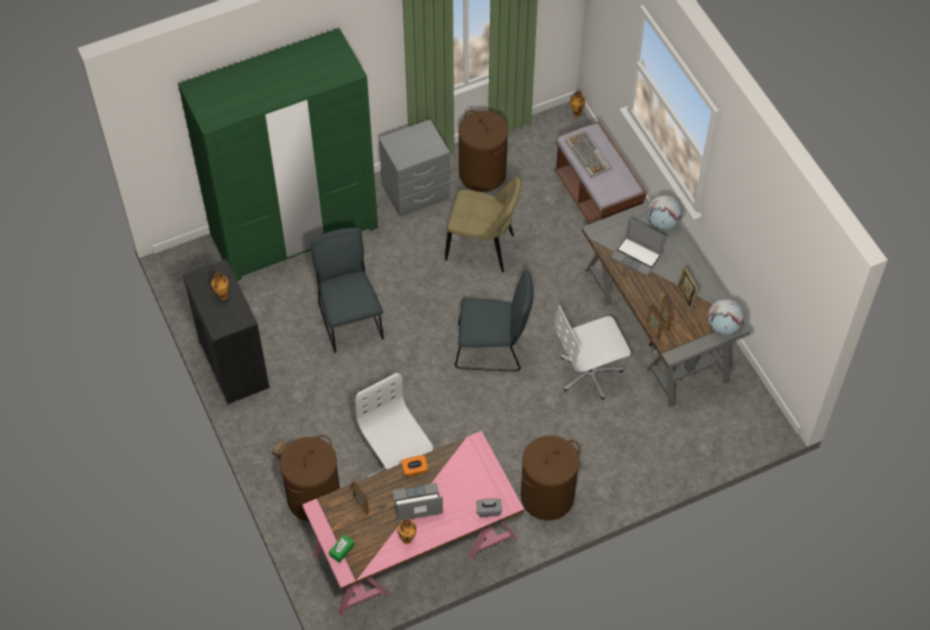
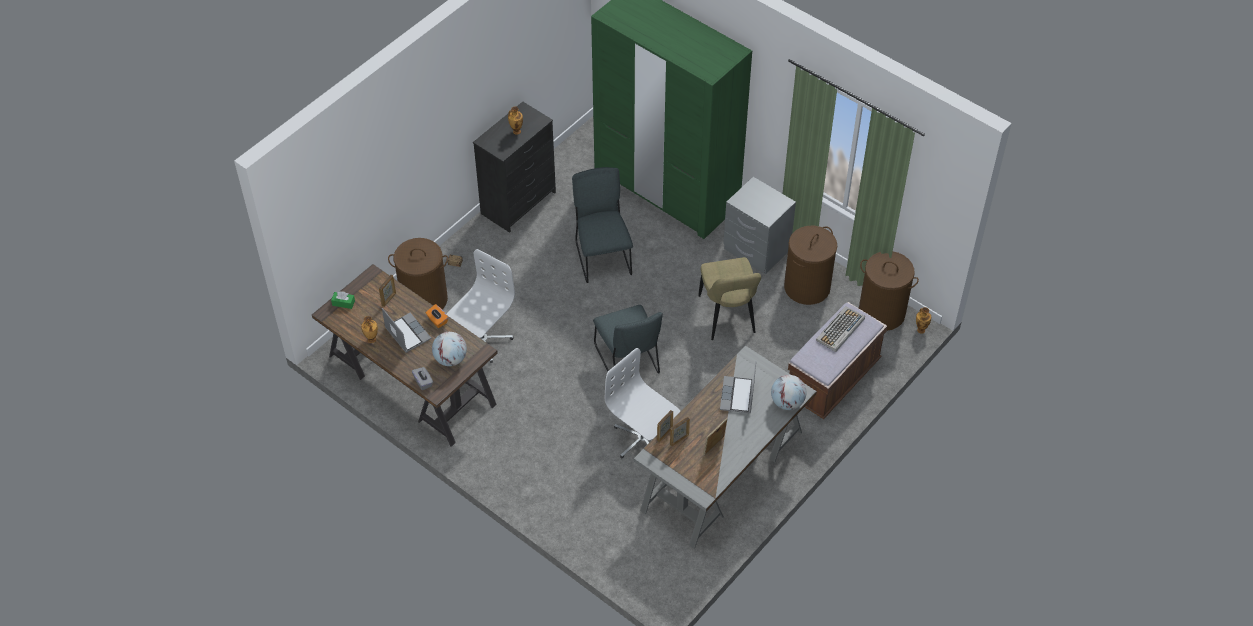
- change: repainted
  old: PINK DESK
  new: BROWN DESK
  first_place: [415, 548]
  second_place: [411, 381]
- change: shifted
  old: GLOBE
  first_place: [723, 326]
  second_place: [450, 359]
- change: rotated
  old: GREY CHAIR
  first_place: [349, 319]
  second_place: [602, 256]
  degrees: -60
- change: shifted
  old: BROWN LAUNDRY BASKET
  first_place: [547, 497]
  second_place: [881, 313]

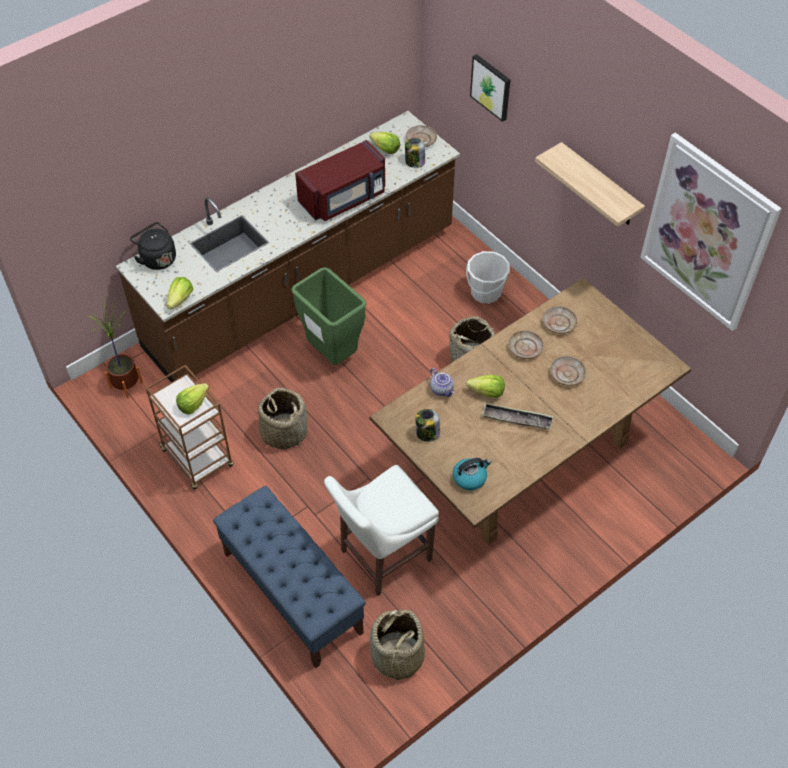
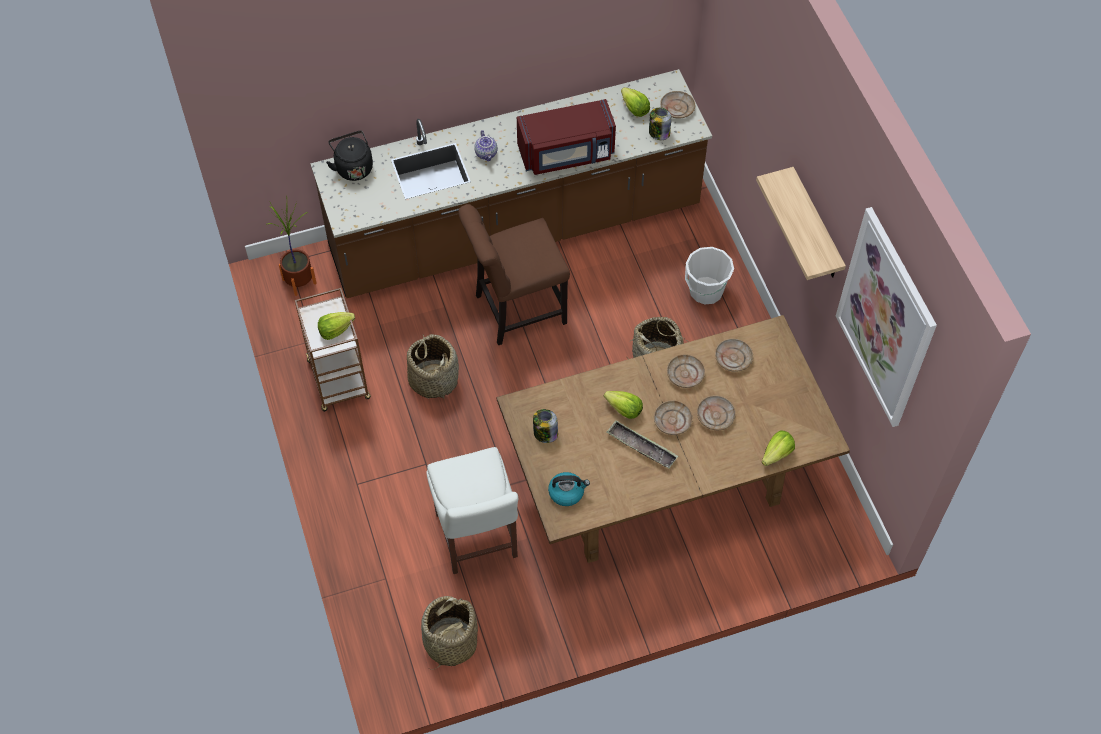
- change: rotated
  old: WHITE CHAIR
  first_place: [382, 557]
  second_place: [477, 539]
  degrees: -90
- change: swapped
  old: GREEN TRASH CAN
  new: BROWN CHAIR
  first_place: [332, 354]
  second_place: [515, 310]
- change: shifted
  old: TEAPOT
  first_place: [442, 389]
  second_place: [486, 153]
- change: new
  new: BEIGE PLATE
  second_place: [672, 421]
- change: shifted
  old: LETTUCE
  first_place: [180, 299]
  second_place: [777, 454]
- change: gone
  old: BLUE BENCH
  first_place: [292, 592]
- change: gone
  old: PICTURE
  first_place: [491, 87]

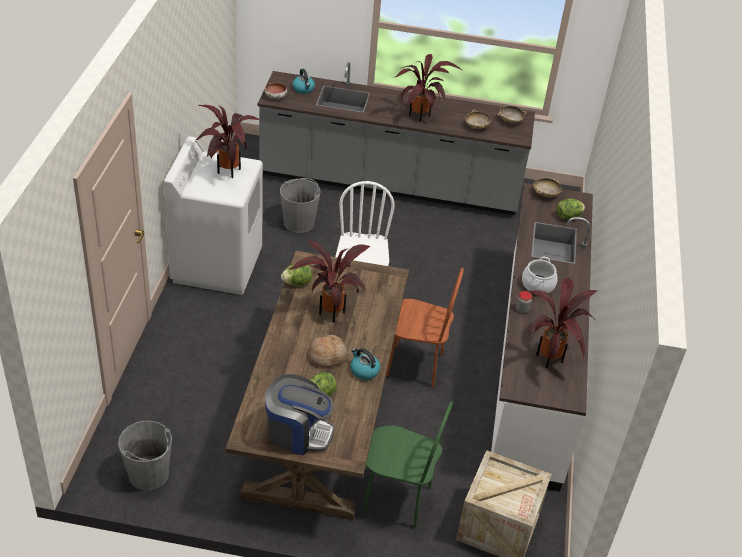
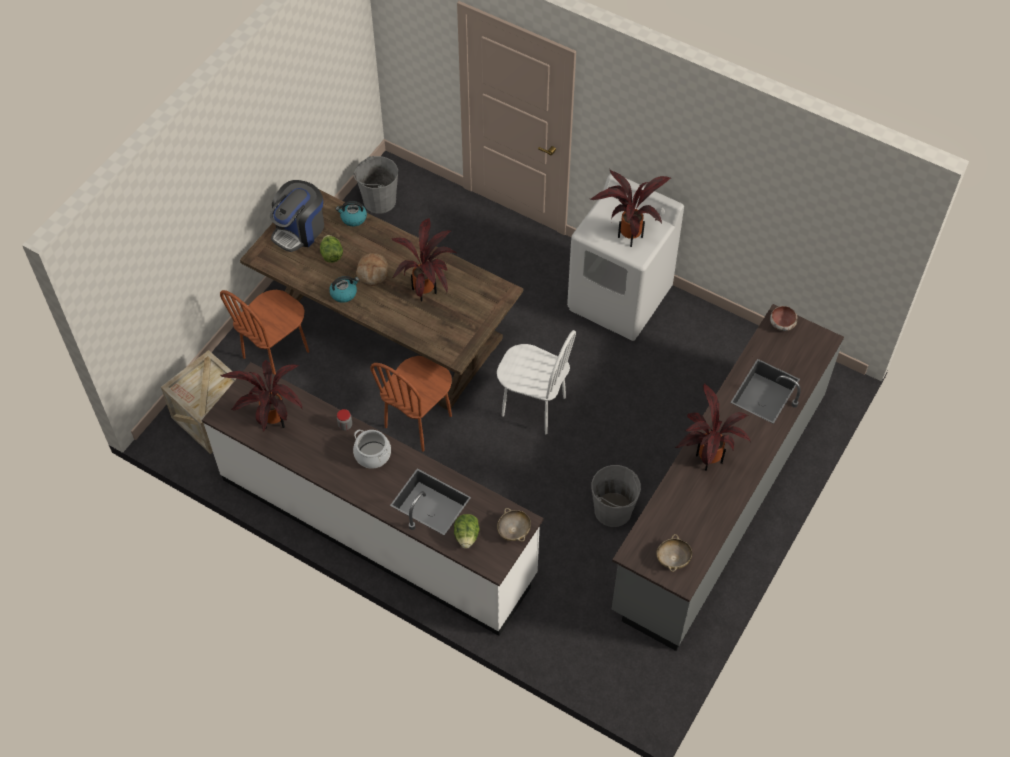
- change: repainted
  old: GREEN CHAIR
  new: BROWN CHAIR
  first_place: [397, 499]
  second_place: [276, 355]
- change: shifted
  old: KETTLE
  first_place: [303, 89]
  second_place: [353, 218]
- change: shifted
  old: GREY BUCKET
  first_place: [299, 223]
  second_place: [613, 510]
- change: gone
  old: LETTUCE
  first_place: [297, 283]
- change: gone
  old: BEIGE BOWL
  first_place: [476, 127]

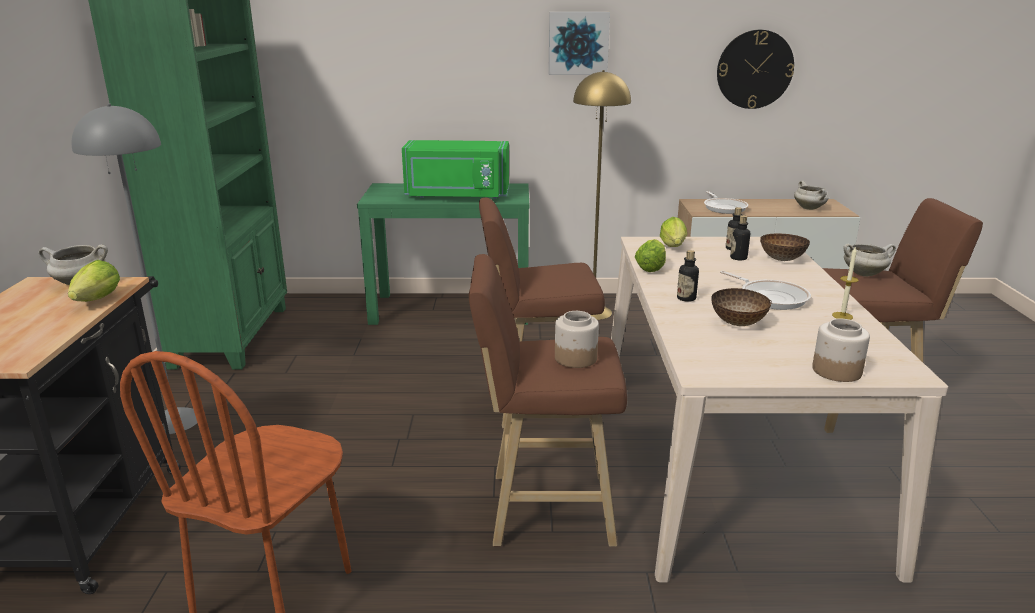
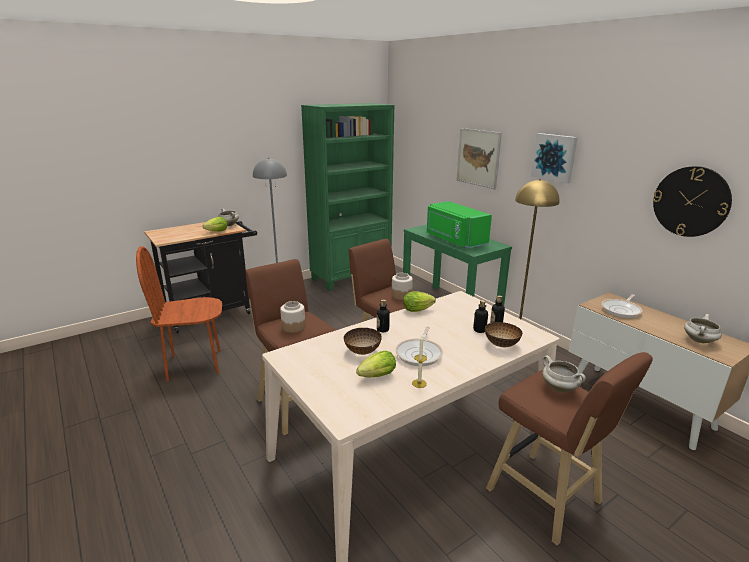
- change: shifted
  old: LETTUCE
  first_place: [673, 247]
  second_place: [375, 377]
- change: shifted
  old: JAR
  first_place: [836, 371]
  second_place: [401, 295]
- change: new
  new: PICTURE
  second_place: [478, 158]

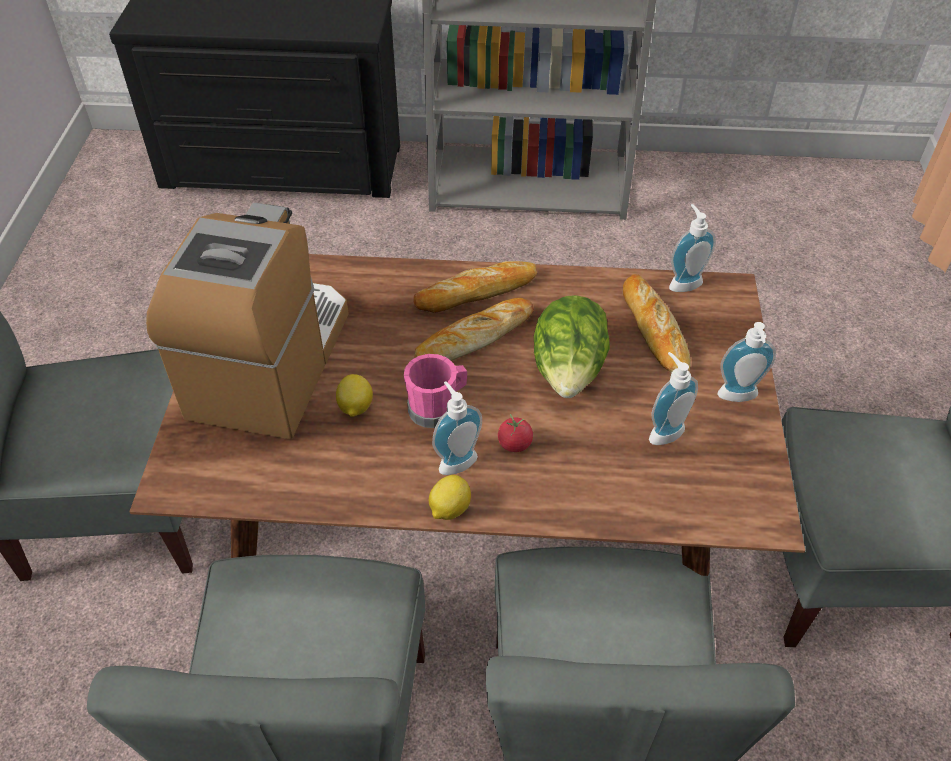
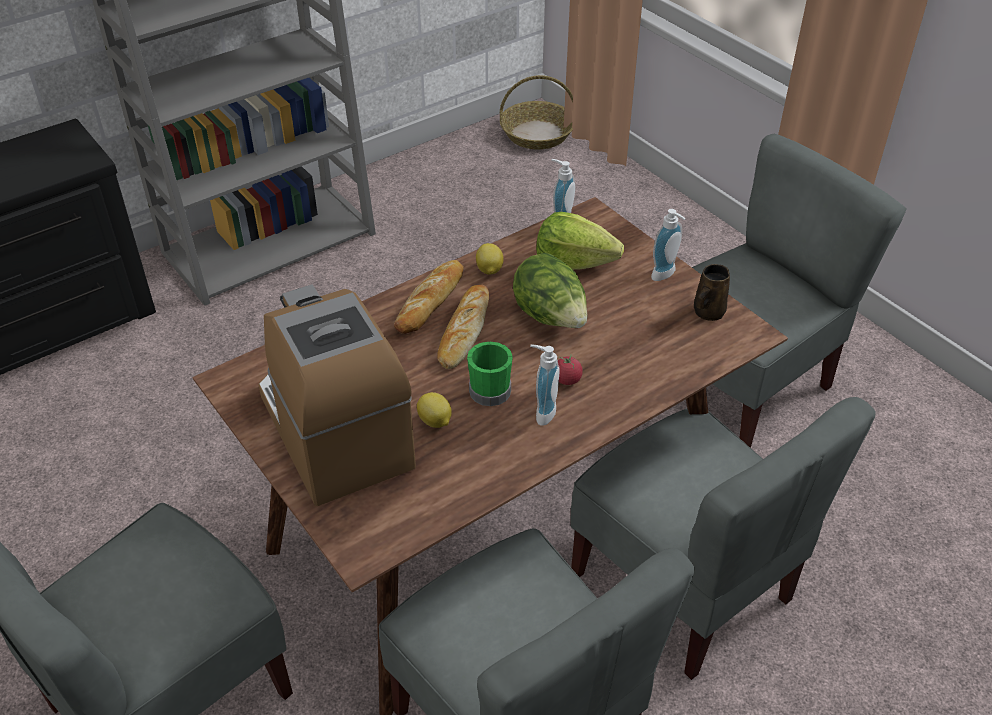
- change: repainted
  old: PINK MUG
  new: GREEN MUG
  first_place: [437, 407]
  second_place: [492, 388]
- change: shifted
  old: LEMON
  first_place: [449, 509]
  second_place: [489, 270]
- change: new
  new: BASKET
  second_place: [537, 134]
- change: swapped
  old: BREAD
  new: LETTUCE
  first_place: [654, 330]
  second_place: [574, 262]
- change: new
  new: BROWN MUG
  second_place: [707, 313]
- change: gone
  old: SOAP DISPENSER
  first_place: [663, 431]

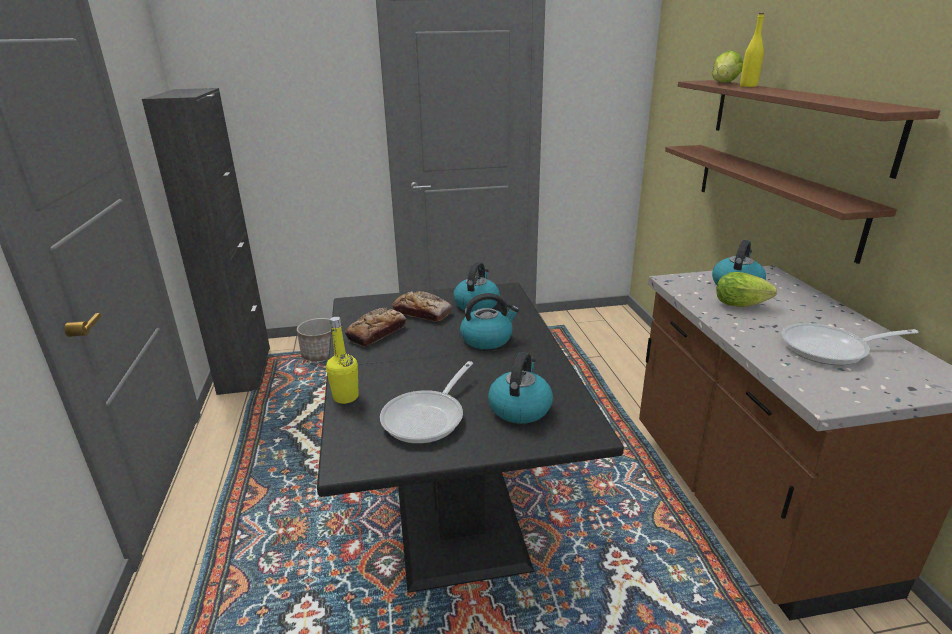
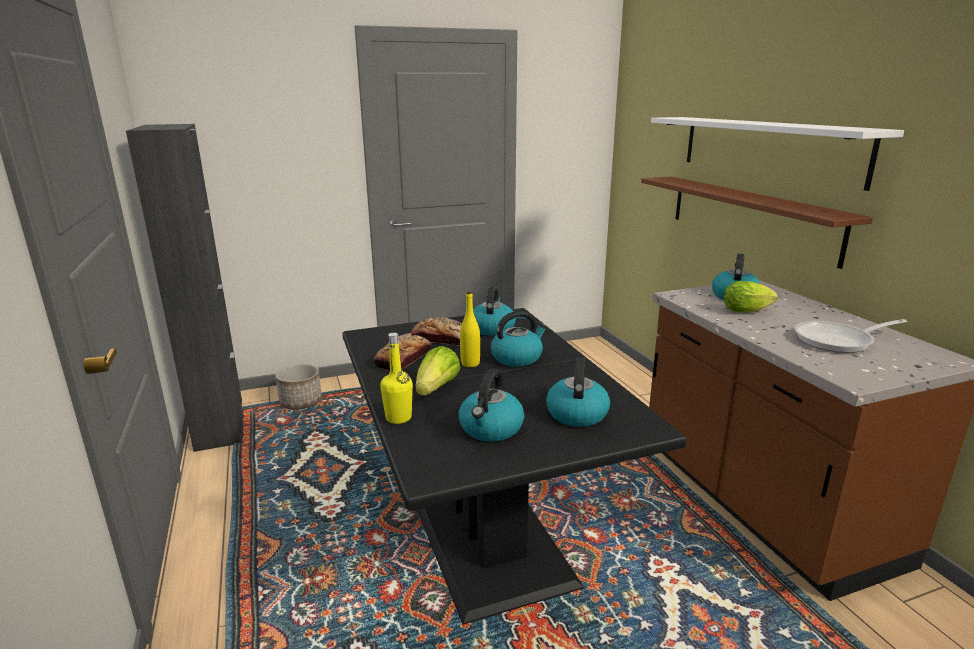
- change: shifted
  old: LETTUCE
  first_place: [724, 83]
  second_place: [437, 389]
- change: swapped
  old: FRYING PAN
  new: KETTLE
  first_place: [428, 417]
  second_place: [491, 429]
- change: shifted
  old: YELLOW BOTTLE
  first_place: [748, 86]
  second_place: [470, 363]
- change: repainted
  old: BROWN SHELF
  new: WHITE SHELF
  first_place: [794, 121]
  second_place: [767, 148]

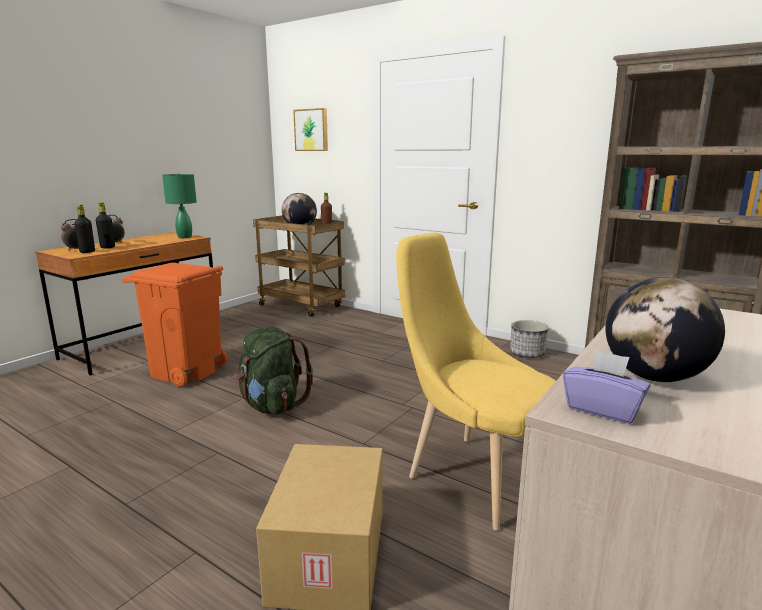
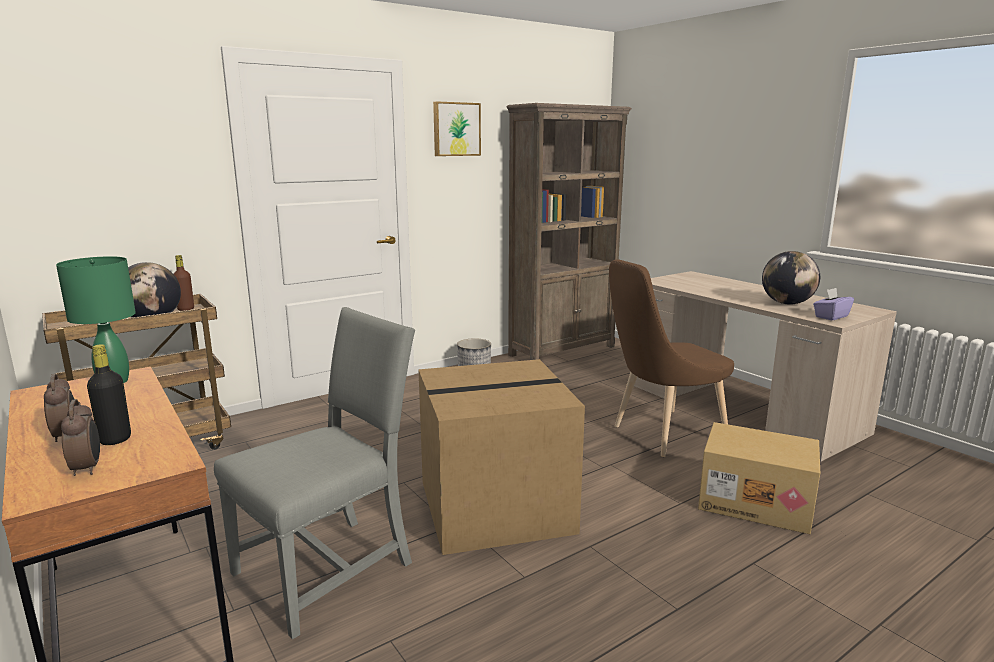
- change: swapped
  old: ORANGE TRASH CAN
  new: GREY CHAIR
  first_place: [185, 372]
  second_place: [329, 567]
- change: swapped
  old: GREEN BACKPACK
  new: CARDBOARD BOX
  first_place: [272, 405]
  second_place: [497, 505]
- change: shifted
  old: PICTURE
  first_place: [312, 130]
  second_place: [456, 129]
- change: repainted
  old: YELLOW CHAIR
  new: BROWN CHAIR
  first_place: [472, 474]
  second_place: [662, 435]
- change: gone
  old: BLACK BOTTLE
  first_place: [87, 252]

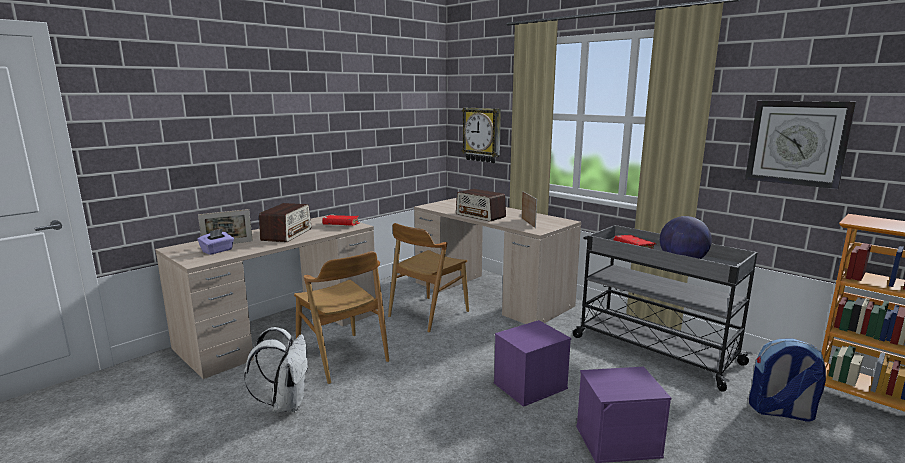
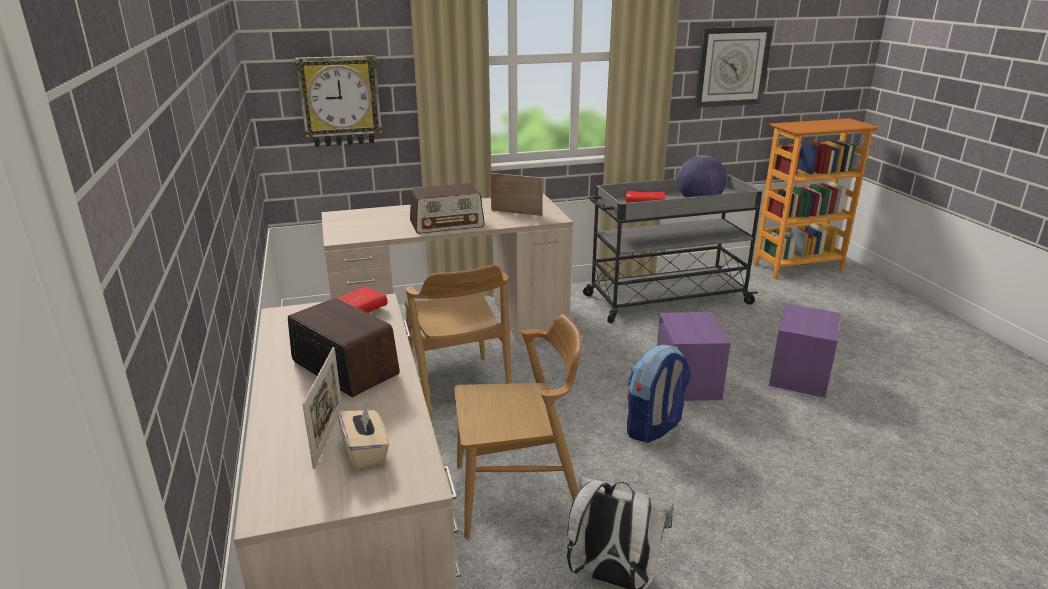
- change: repainted
  old: PURPLE TISSUE BOX
  new: BEIGE TISSUE BOX
  first_place: [217, 251]
  second_place: [365, 451]
- change: shifted
  old: BACKPACK
  first_place: [780, 412]
  second_place: [654, 428]

